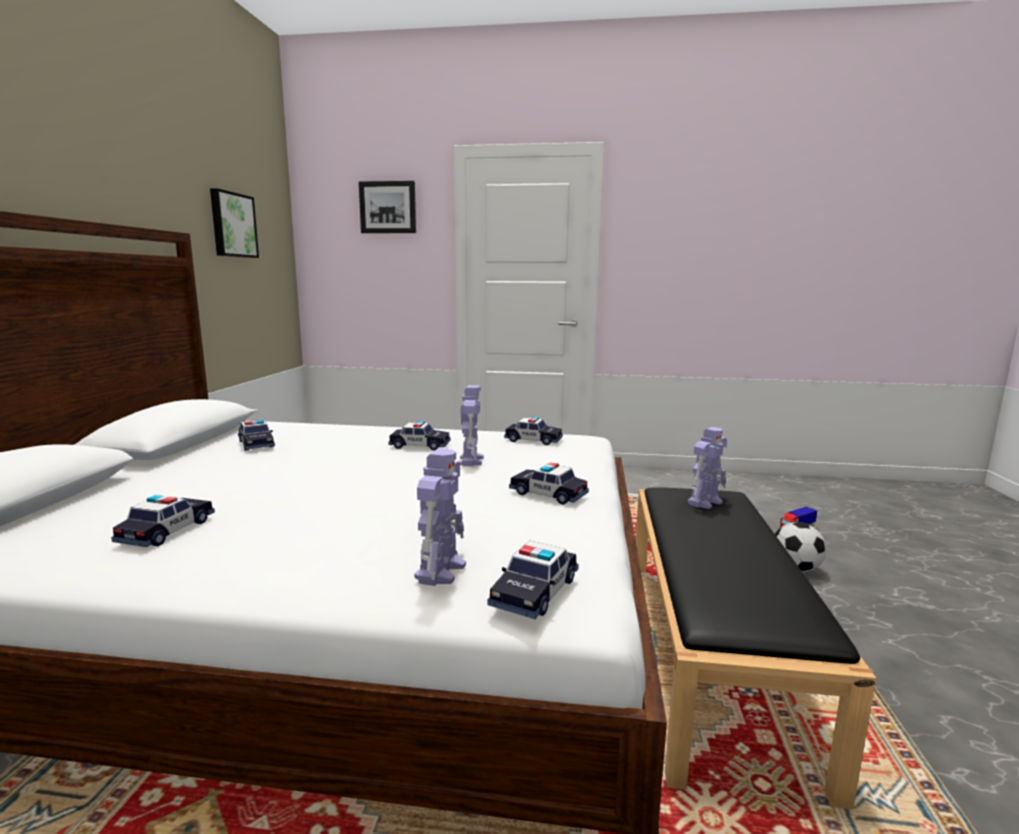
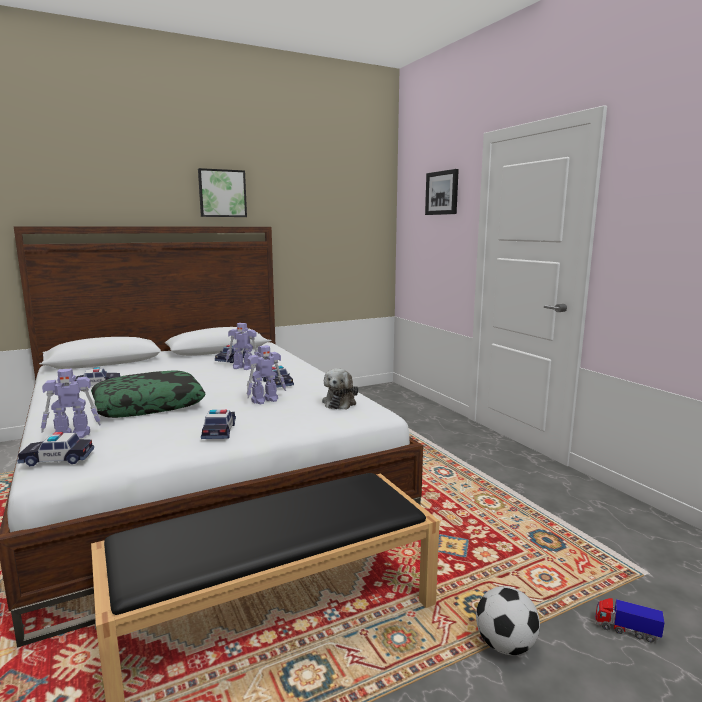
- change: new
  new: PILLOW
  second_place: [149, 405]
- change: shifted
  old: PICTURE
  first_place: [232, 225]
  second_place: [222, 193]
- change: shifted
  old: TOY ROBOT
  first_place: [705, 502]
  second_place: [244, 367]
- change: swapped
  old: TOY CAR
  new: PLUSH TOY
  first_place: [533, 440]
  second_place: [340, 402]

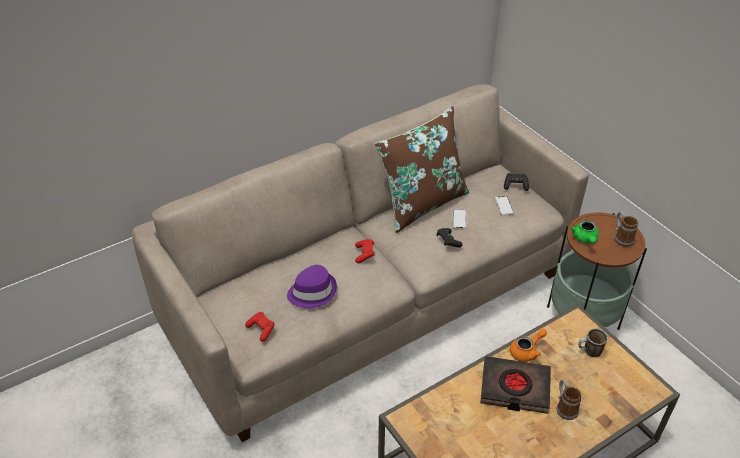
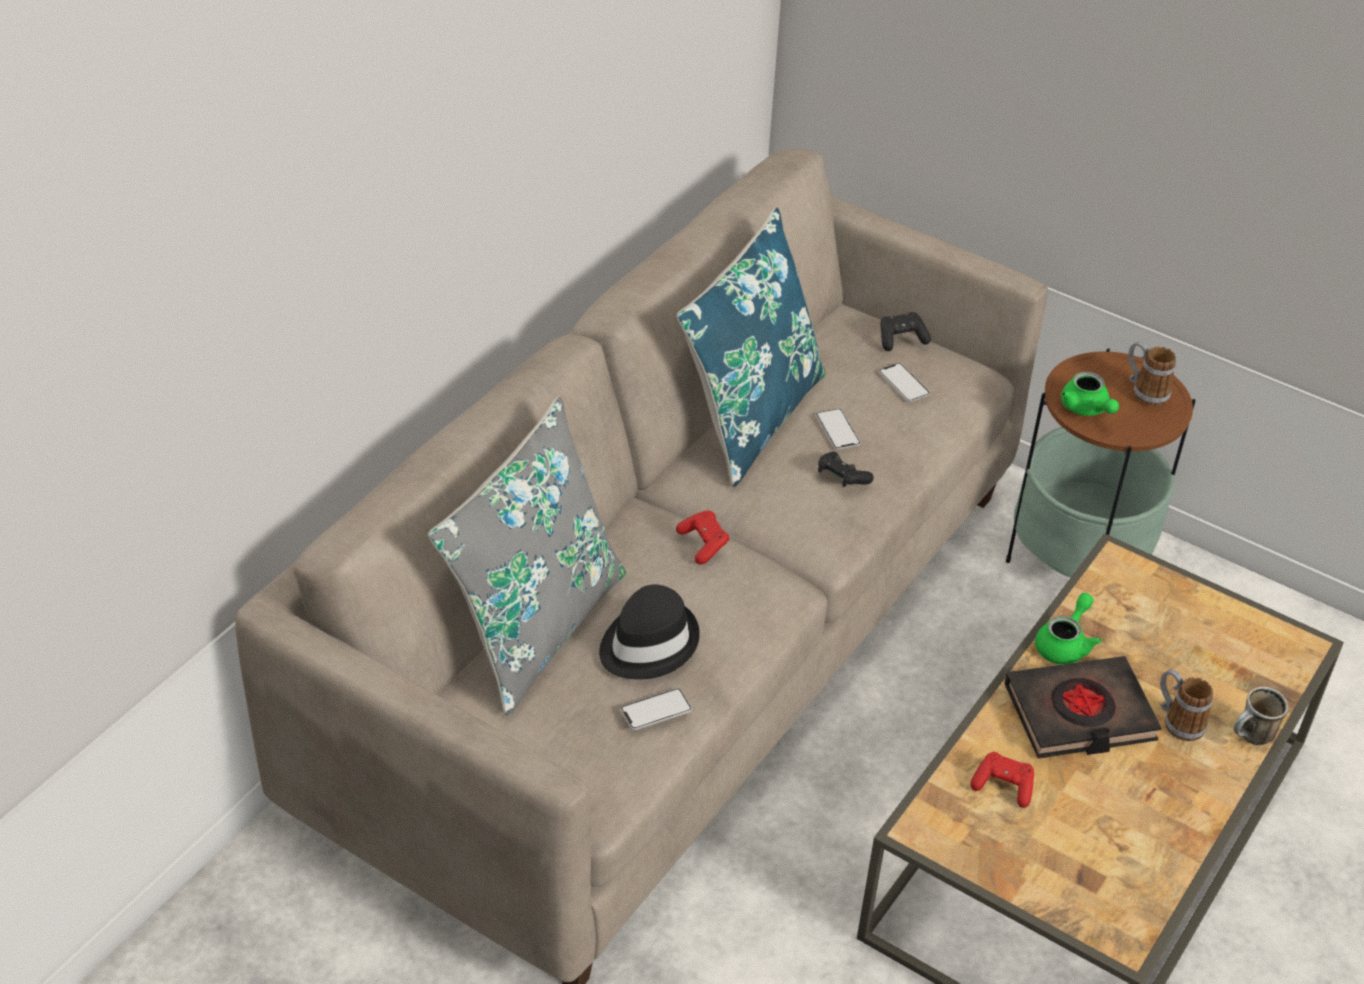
- change: new
  new: GREY PILLOW
  second_place: [534, 627]
- change: repainted
  old: PURPLE HAT
  new: BLACK HAT
  first_place: [312, 292]
  second_place: [647, 643]
- change: new
  new: PHONE
  second_place: [656, 710]
- change: repainted
  old: BROWN PILLOW
  new: BLUE PILLOW
  first_place: [422, 203]
  second_place: [749, 417]
- change: shifted
  old: RED GAME CONTROLLER
  first_place: [261, 329]
  second_place: [1003, 786]
- change: repainted
  old: ORANGE TEAPOT
  new: GREEN TEAPOT
  first_place: [526, 351]
  second_place: [1065, 644]
- change: shifted
  old: MUG
  first_place: [589, 353]
  second_place: [1251, 738]

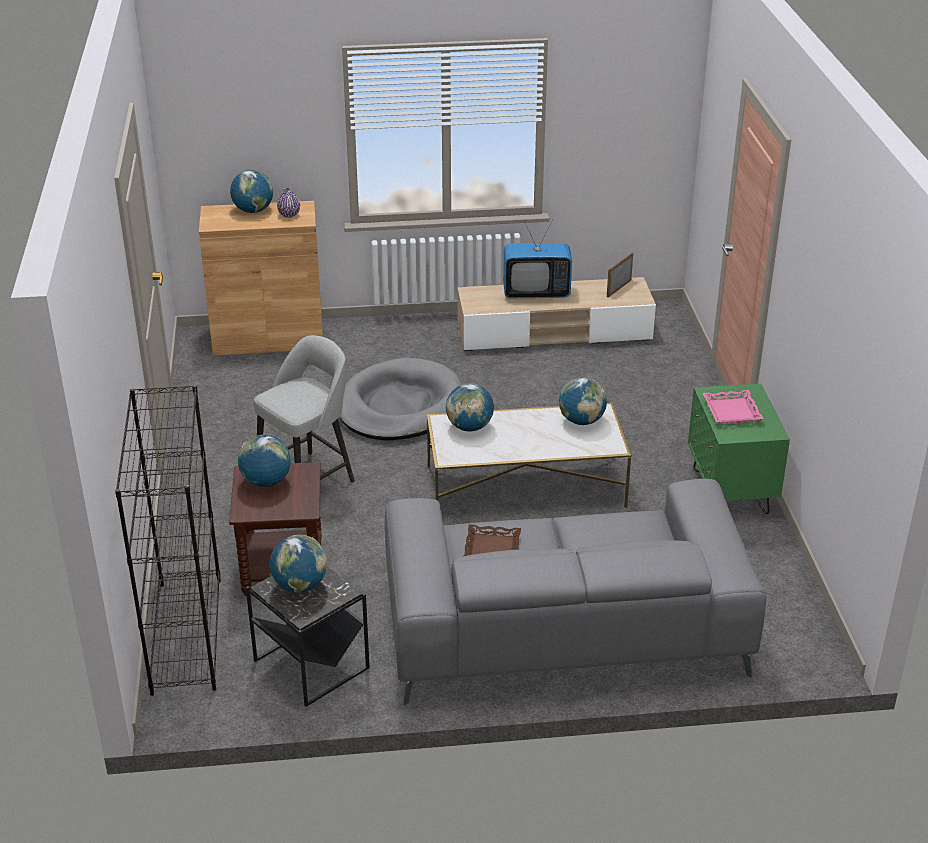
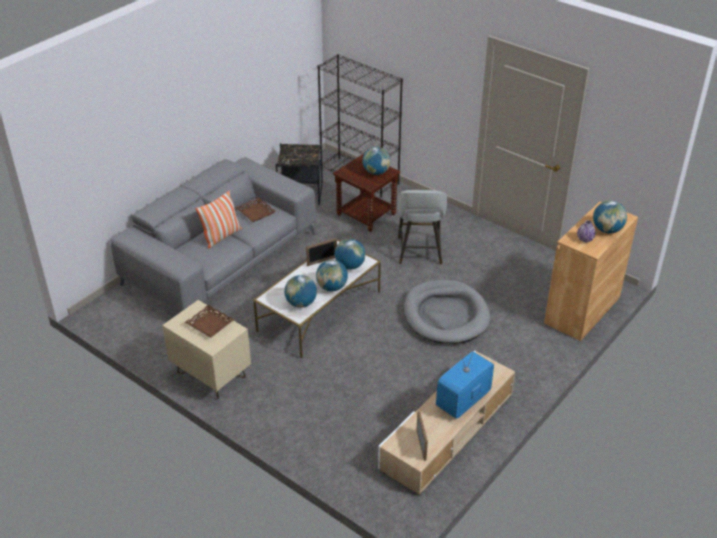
- change: repainted
  old: GREEN NIGHTSTAND
  new: BEIGE NIGHTSTAND
  first_place: [730, 492]
  second_place: [211, 375]
- change: repainted
  old: PINK TRAY
  new: BROWN TRAY
  first_place: [732, 411]
  second_place: [209, 324]
- change: new
  new: PILLOW
  second_place: [221, 236]
- change: new
  new: PICTURE FRAME
  second_place: [322, 261]
- change: shifted
  old: GLOBE
  first_place: [300, 585]
  second_place: [332, 287]

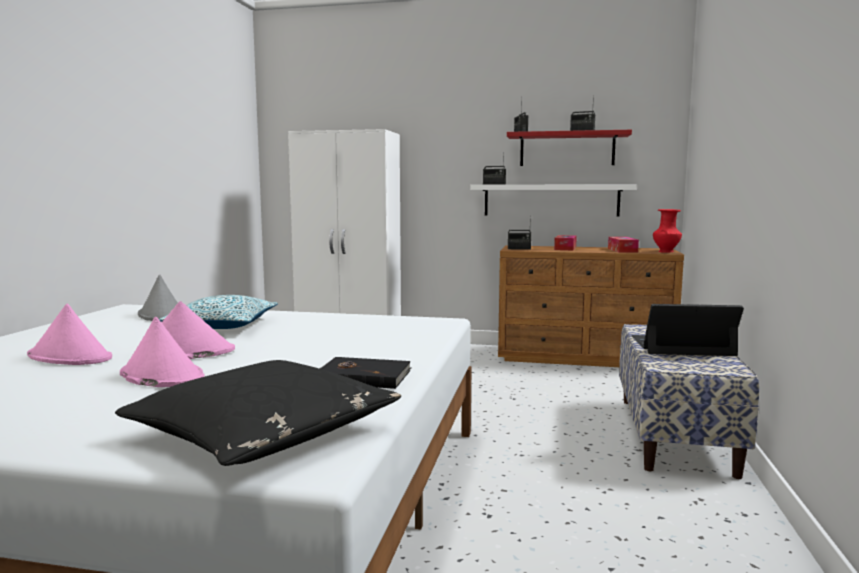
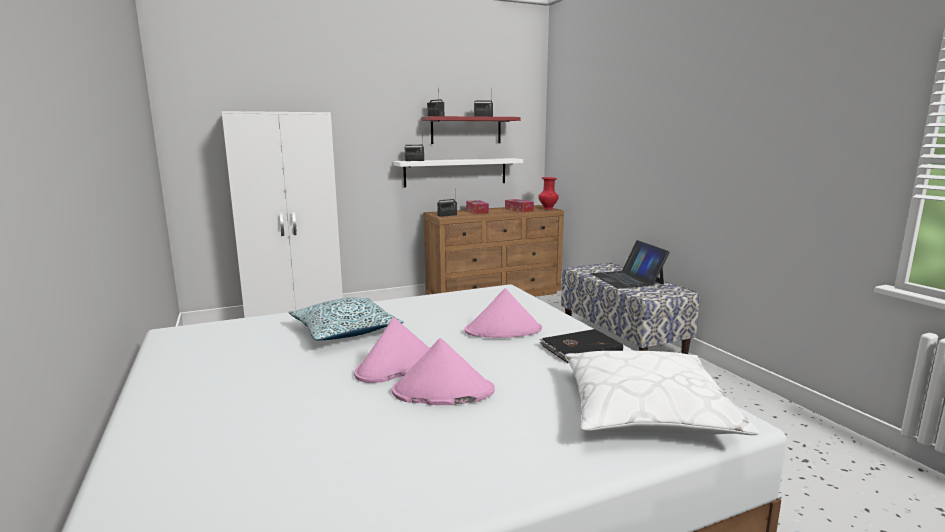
- change: shifted
  old: PINK HAT
  first_place: [70, 357]
  second_place: [503, 330]
- change: repainted
  old: BLACK PILLOW
  new: WHITE PILLOW
  first_place: [263, 433]
  second_place: [645, 410]
- change: rotated
  old: LAPTOP
  first_place: [681, 346]
  second_place: [627, 279]
  degrees: -75
- change: gone
  old: GREY HAT
  first_place: [161, 314]

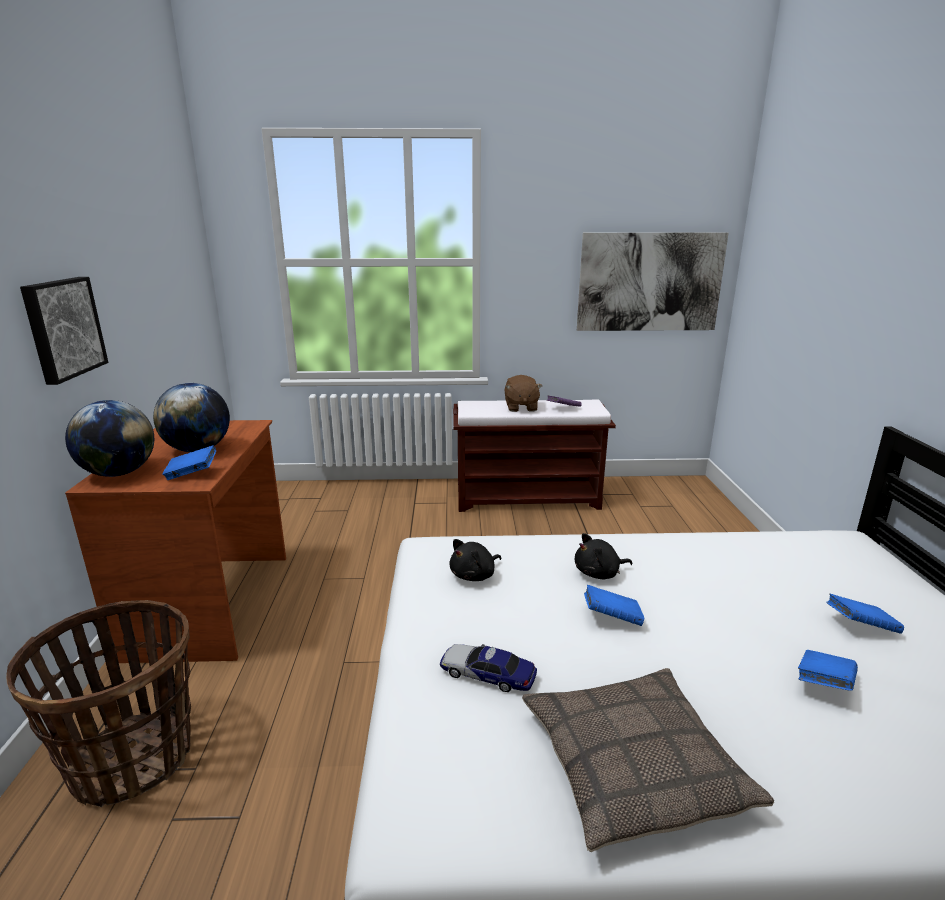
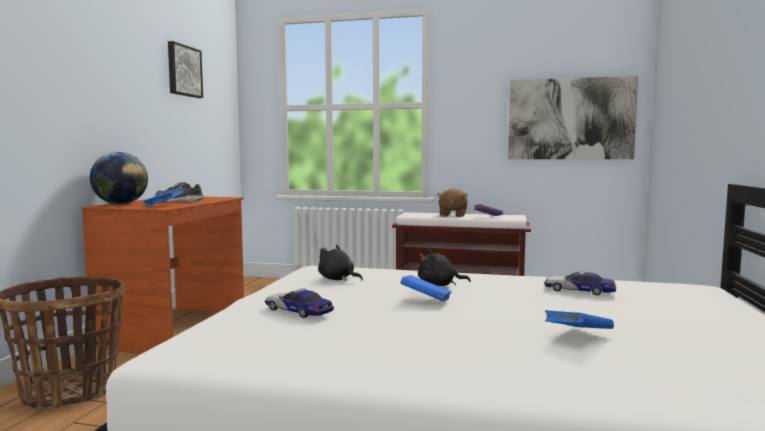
- change: swapped
  old: GLOBE
  new: SHOE
  first_place: [198, 449]
  second_place: [180, 201]
- change: shifted
  old: PICTURE
  first_place: [62, 328]
  second_place: [183, 71]
- change: rotated
  old: BLACK PLUSH TOY
  first_place: [475, 575]
  second_place: [338, 279]
  degrees: 60
- change: new
  new: TOY CAR
  second_place: [579, 291]
- change: gone
  old: PILLOW
  first_place: [632, 765]
- change: gone
  old: BLUE BOOK
  first_place: [860, 626]

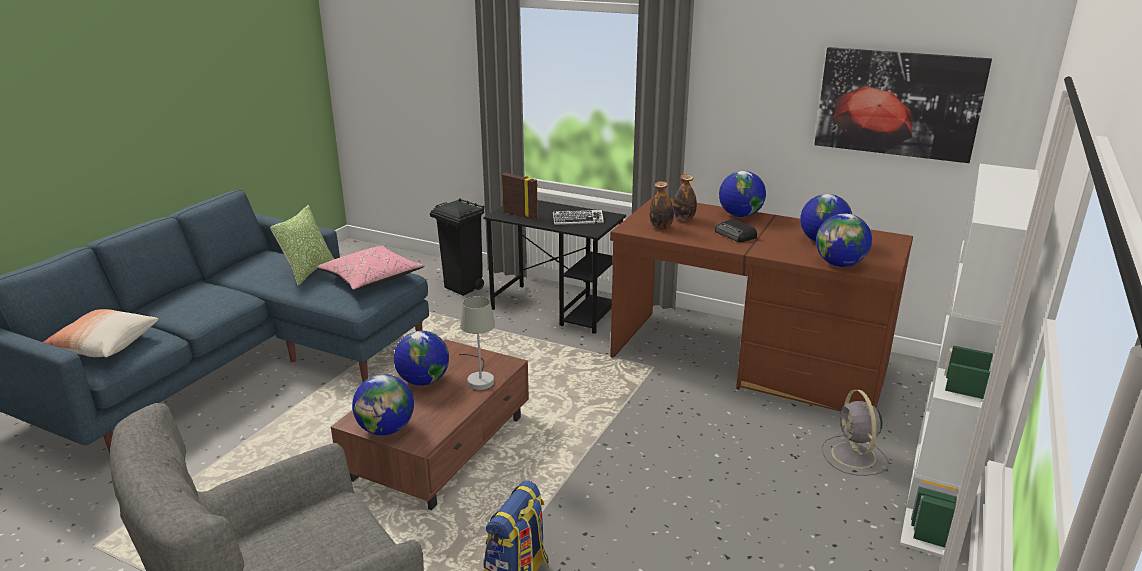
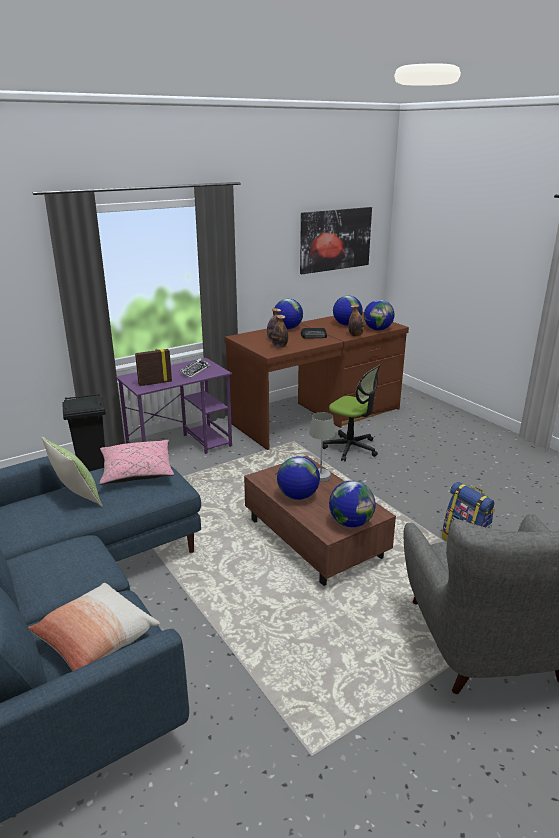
- change: repainted
  old: BLACK DESK
  new: PURPLE DESK
  first_place: [557, 308]
  second_place: [180, 448]
- change: new
  new: OFFICE CHAIR
  second_place: [351, 448]
- change: new
  new: BOTTLE
  second_place: [355, 335]
- change: gone
  old: GREY FAN
  first_place: [854, 456]
- change: gone
  old: WHITE BOOKCASE
  first_place: [936, 498]

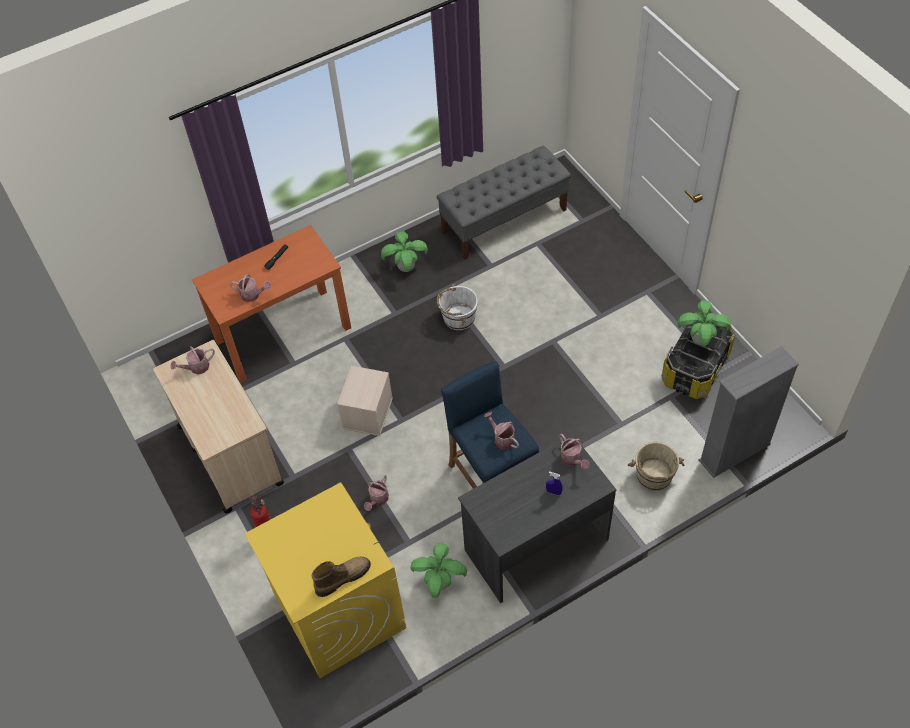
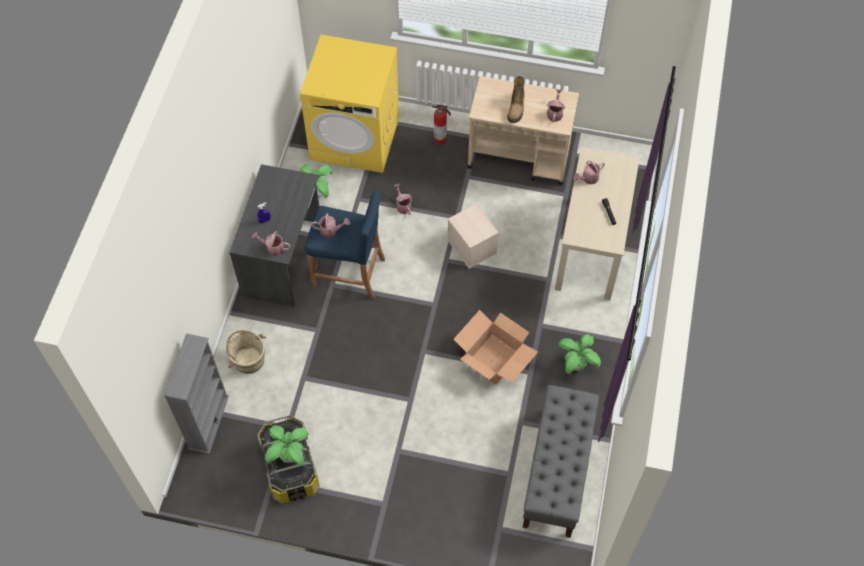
- change: swapped
  old: WHITE BUCKET
  new: CARDBOARD BOX
  first_place: [458, 318]
  second_place: [494, 359]
- change: shifted
  old: BOOT
  first_place: [342, 577]
  second_place: [516, 108]
- change: repainted
  old: ORANGE DESK
  new: BEIGE DESK
  first_place: [283, 333]
  second_place: [590, 248]

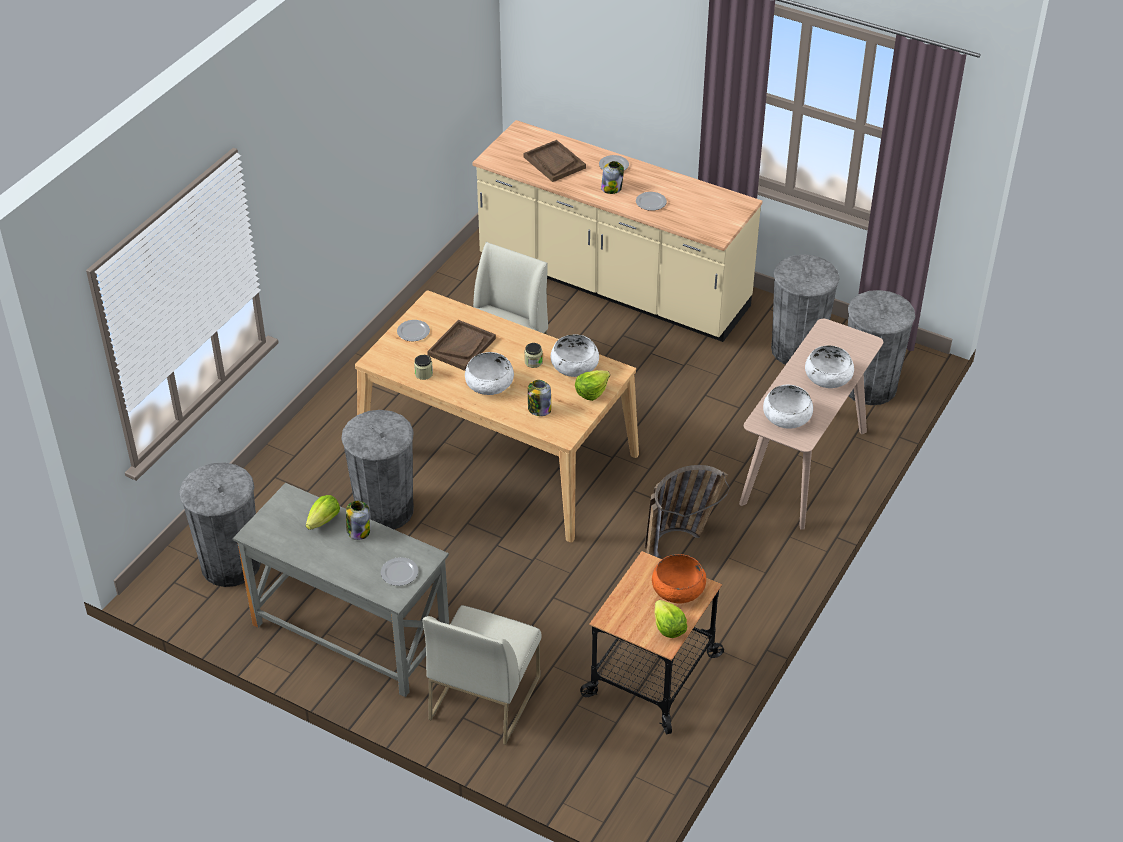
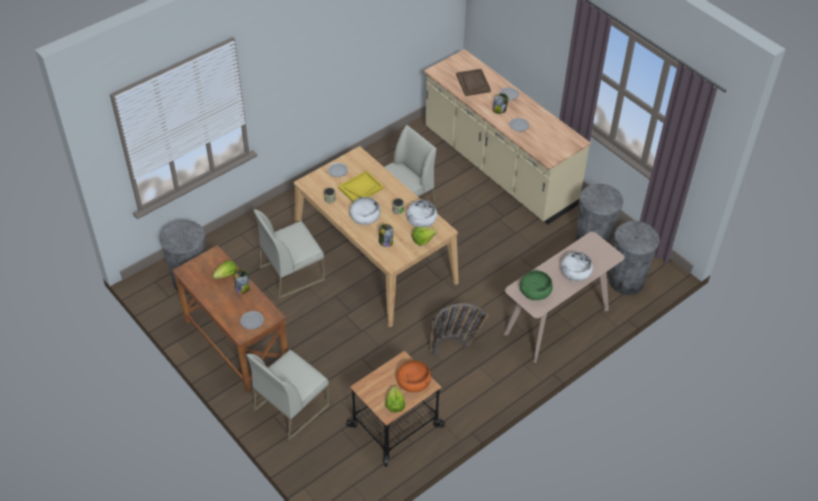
- change: repainted
  old: GREY DESK
  new: BROWN DESK
  first_place: [350, 633]
  second_place: [236, 343]
- change: swapped
  old: GREY TRASH CAN
  new: WHITE CHAIR
  first_place: [384, 510]
  second_place: [292, 273]
- change: repainted
  old: BROWN TRAY
  new: YELLOW TRAY
  first_place: [461, 346]
  second_place: [361, 188]
- change: repainted
  old: WHITE BOWL
  new: GREEN BOWL
  first_place: [787, 416]
  second_place: [535, 291]

